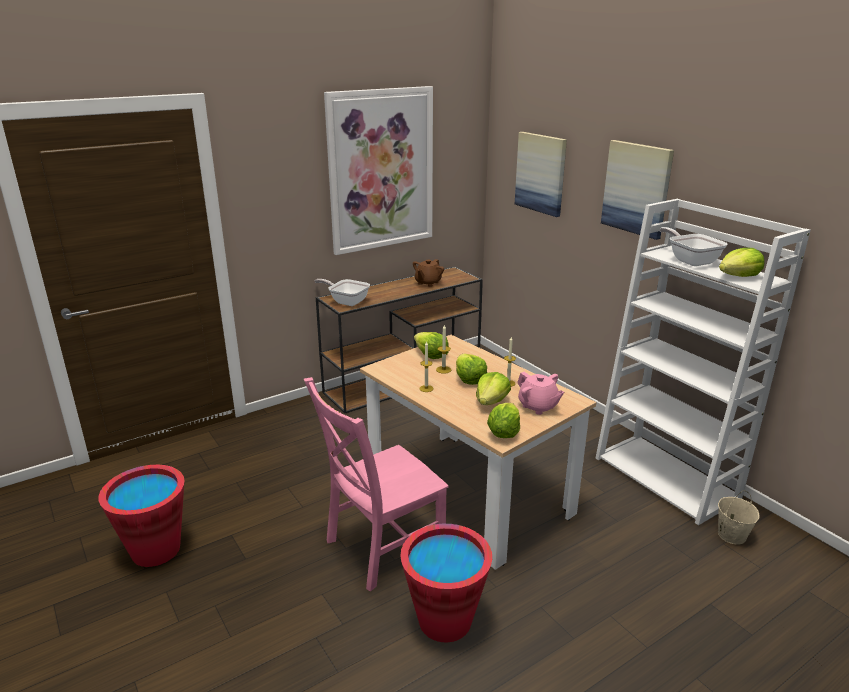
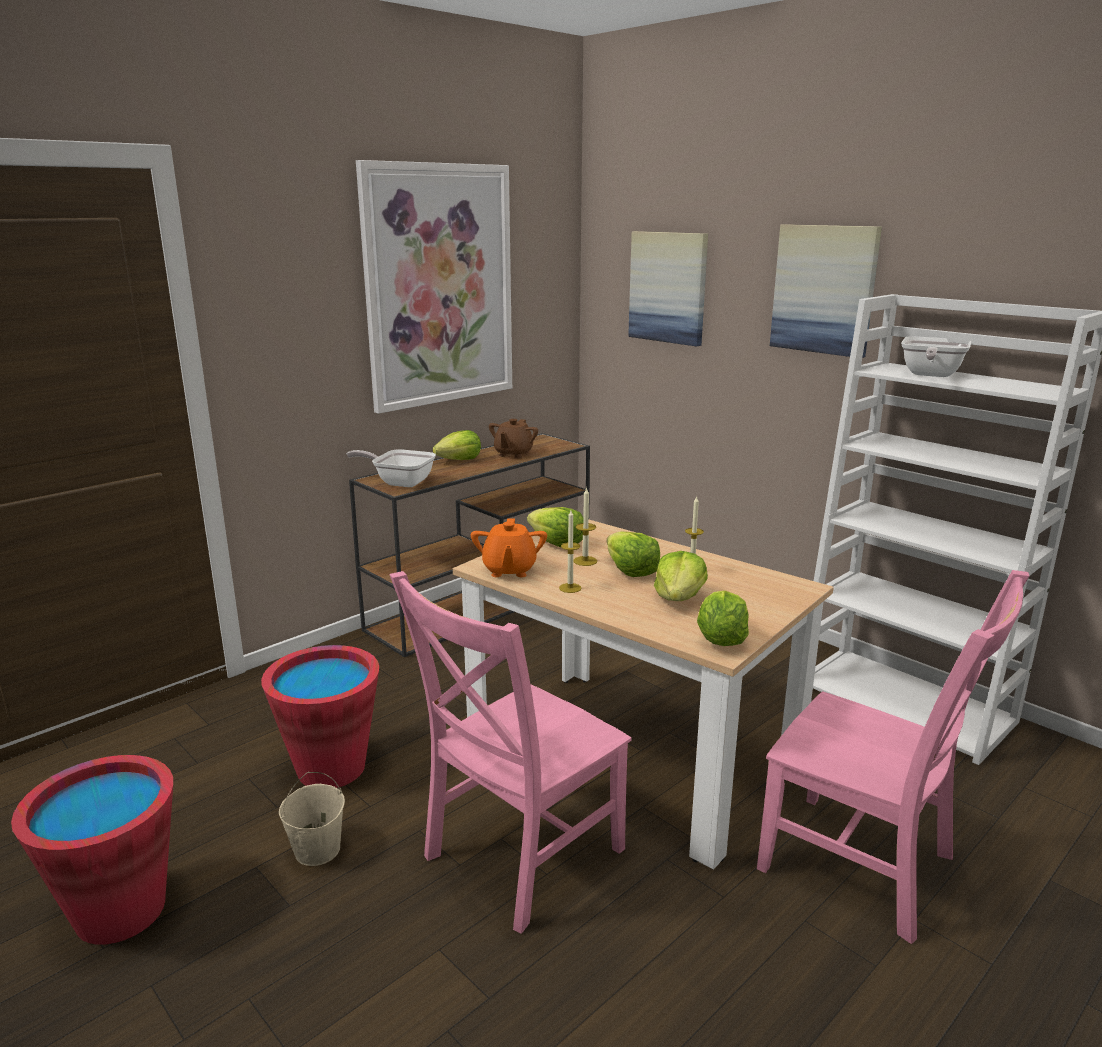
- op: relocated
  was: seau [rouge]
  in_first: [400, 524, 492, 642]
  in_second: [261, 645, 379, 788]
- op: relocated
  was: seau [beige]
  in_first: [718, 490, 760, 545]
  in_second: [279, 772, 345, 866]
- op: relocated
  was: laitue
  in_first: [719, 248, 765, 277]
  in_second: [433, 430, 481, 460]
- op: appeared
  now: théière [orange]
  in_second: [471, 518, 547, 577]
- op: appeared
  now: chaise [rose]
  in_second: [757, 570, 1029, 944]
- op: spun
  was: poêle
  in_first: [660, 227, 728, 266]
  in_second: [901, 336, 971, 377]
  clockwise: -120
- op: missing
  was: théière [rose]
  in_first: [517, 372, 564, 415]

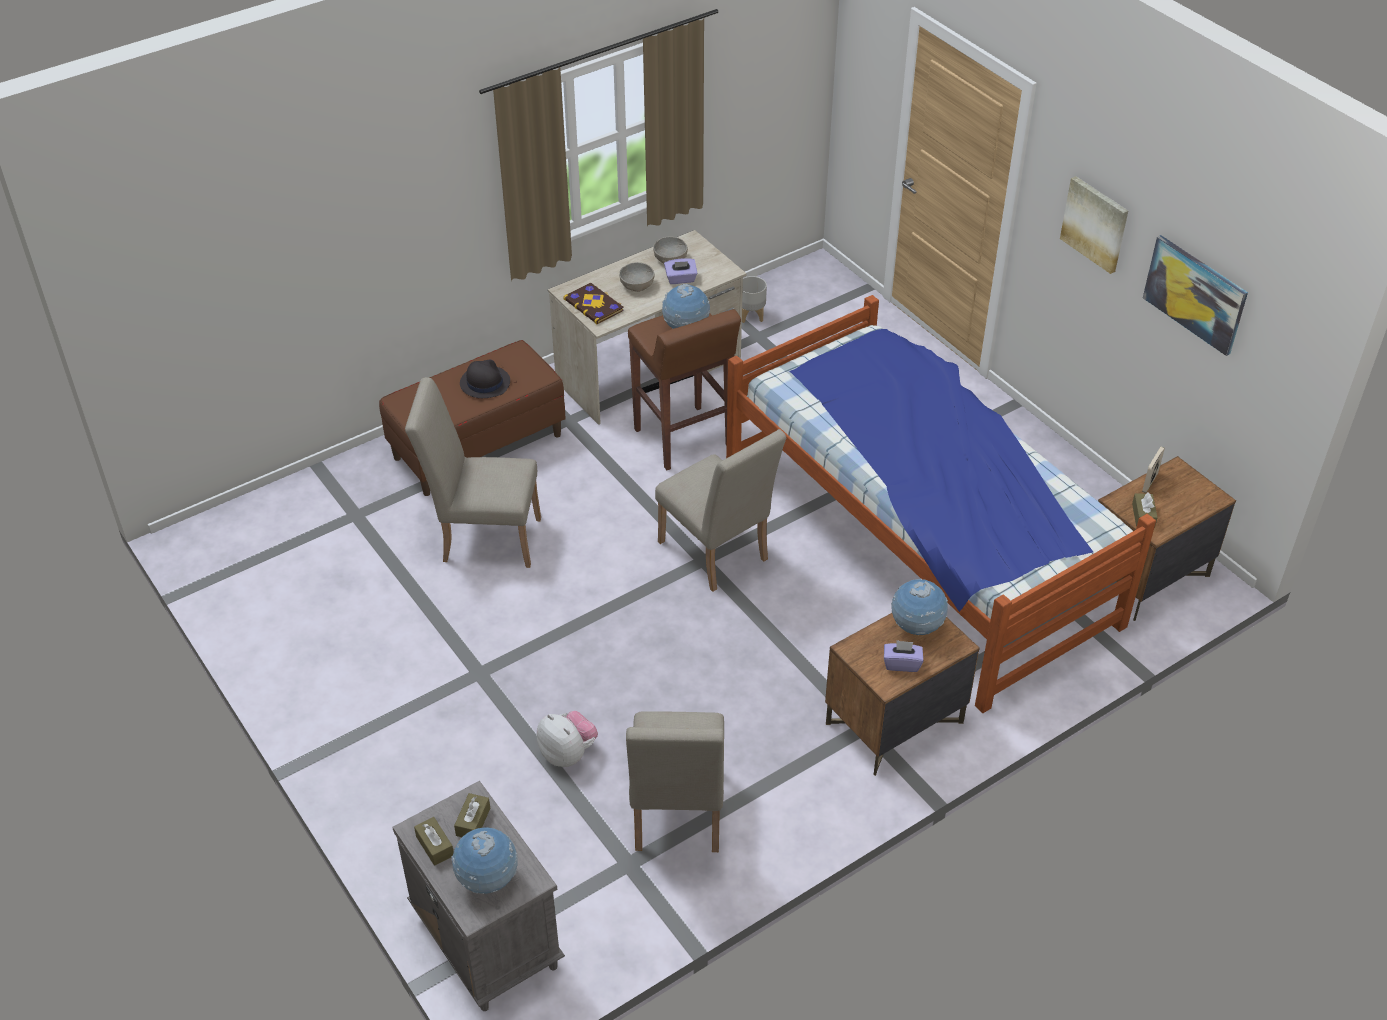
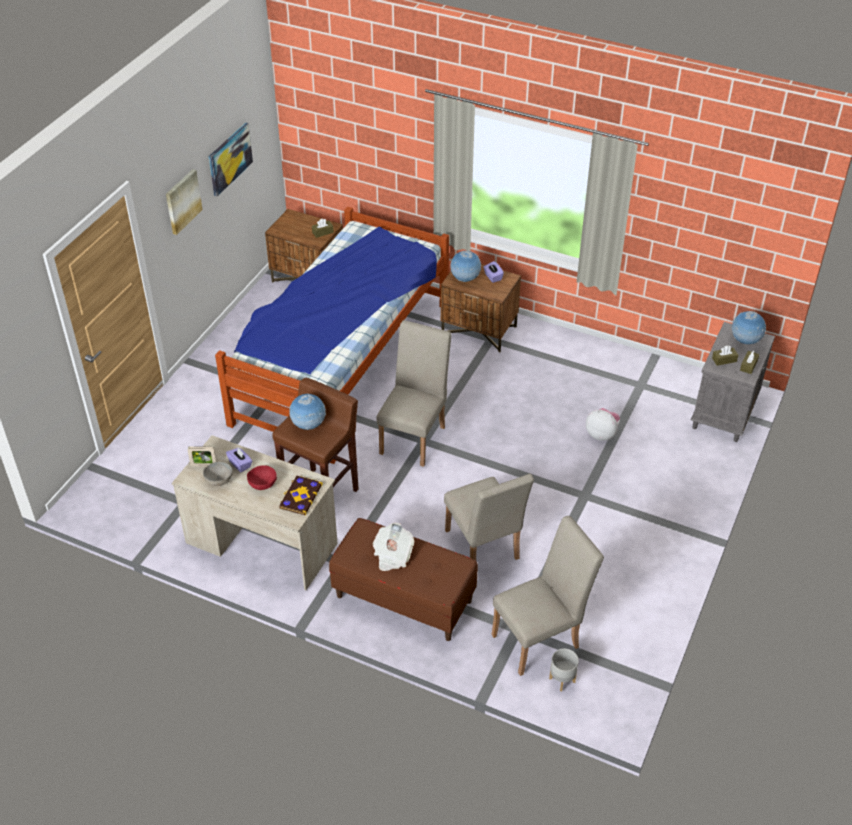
- op: relocated
  was: cadre photo
  in_first: [1142, 447, 1165, 493]
  in_second: [188, 446, 217, 467]
- op: colour
  was: bol [gris]
  now: bol [rouge]
  in_first: [619, 262, 655, 292]
  in_second: [247, 465, 277, 490]
- op: exchanged
  was: chapeau [noir]
  now: journal
  in_first: [460, 360, 510, 398]
  in_second: [372, 523, 414, 571]
- op: relocated
  was: chaise [beige]
  in_first: [626, 711, 724, 852]
  in_second: [492, 516, 604, 676]
- op: relocated
  was: cache-pot [gris]
  in_first: [742, 276, 767, 323]
  in_second: [549, 649, 579, 691]
- op: spun
  was: peluche
  in_first: [537, 711, 598, 767]
  in_second: [586, 408, 620, 441]
  clockwise: 105

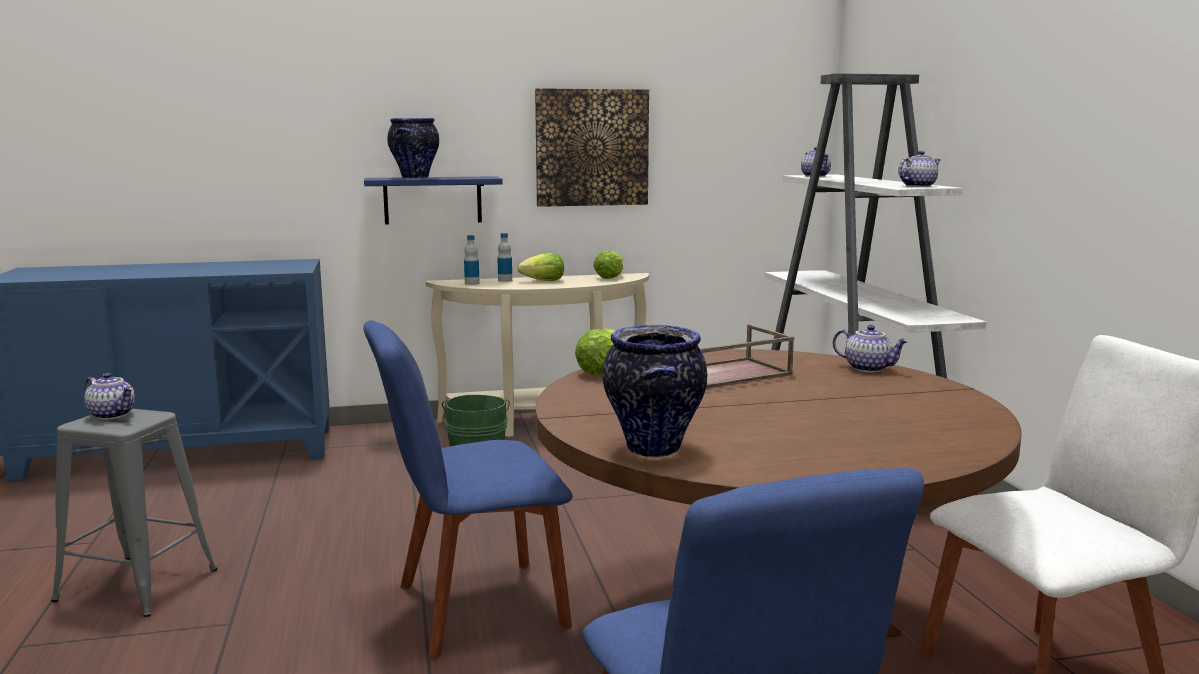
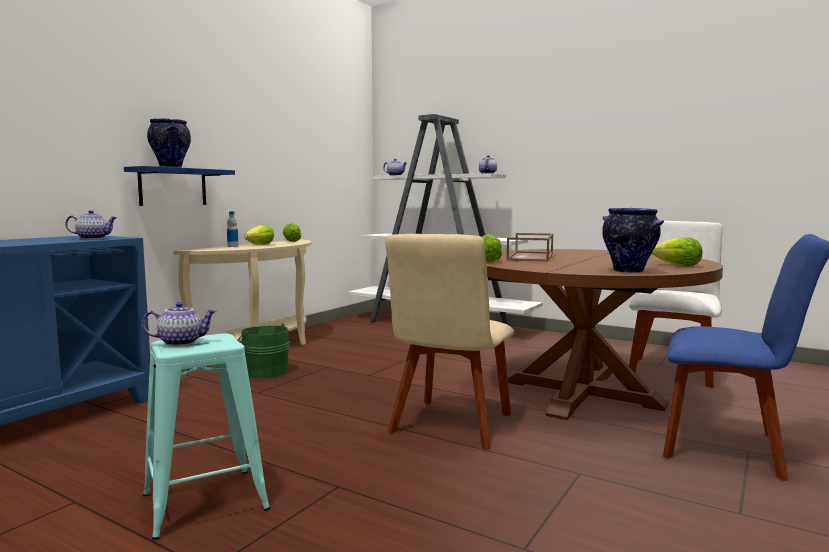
- op: relocated
  was: théière
  in_first: [833, 325, 909, 372]
  in_second: [65, 210, 117, 239]
- op: colour
  was: tabouret [gris]
  now: tabouret [turquoise]
  in_first: [51, 409, 217, 617]
  in_second: [143, 333, 270, 540]
- op: colour
  was: chaise [bleu]
  now: chaise [beige]
  in_first: [363, 320, 573, 660]
  in_second: [385, 234, 514, 450]
- op: appeared
  now: laitue
  in_second: [652, 237, 702, 267]
- op: missing
  was: bouteille
  in_first: [464, 235, 480, 285]
- op: missing
  was: tableau
  in_first: [535, 88, 649, 207]

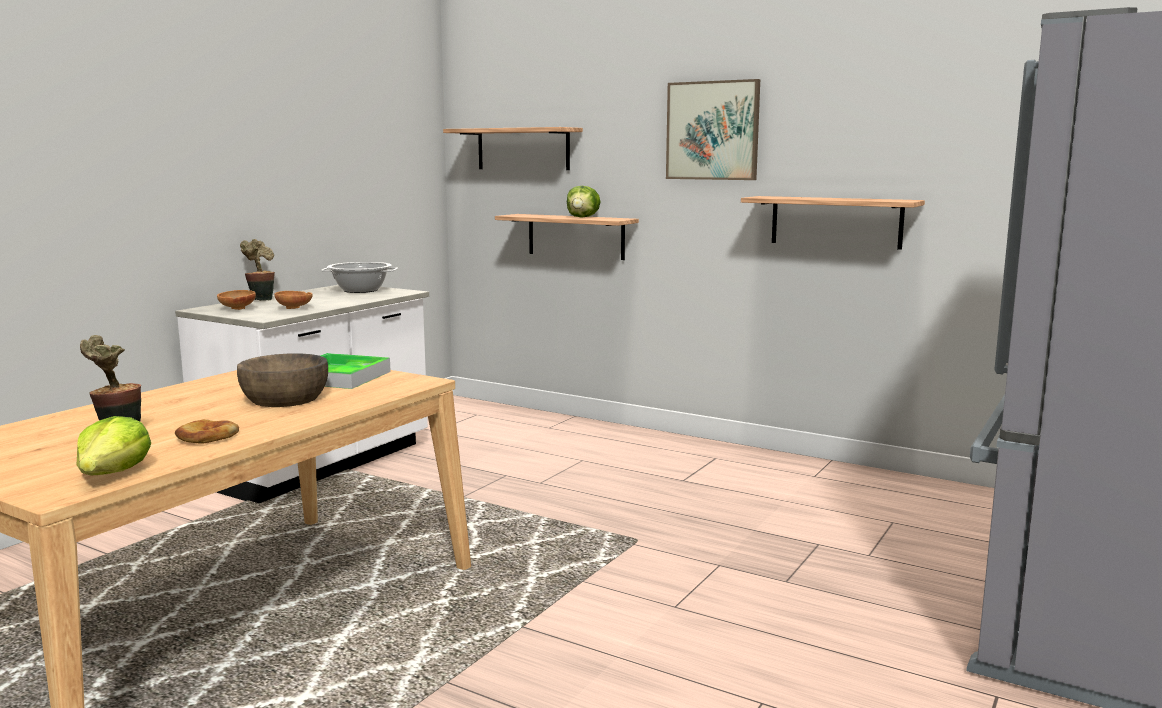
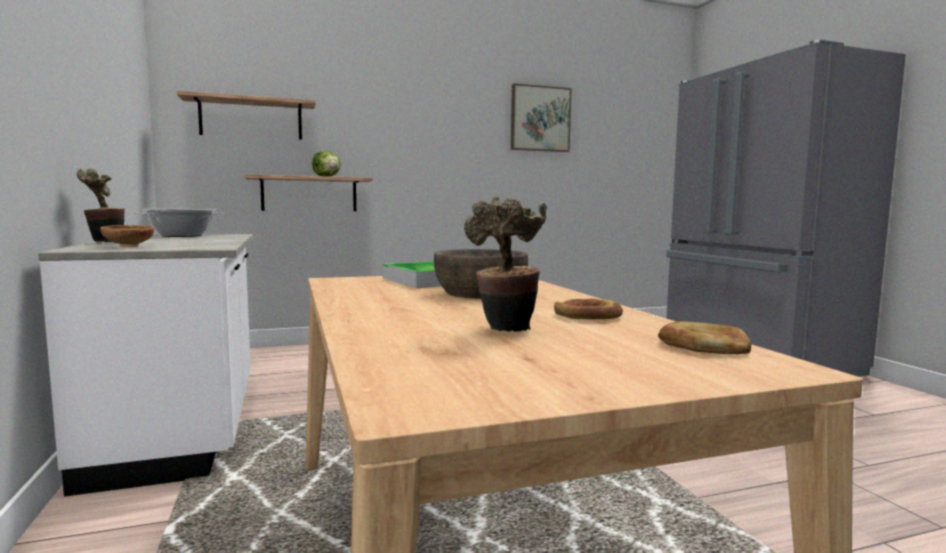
- op: relocated
  was: tableau
  in_first: [666, 79, 760, 180]
  in_second: [511, 83, 572, 152]
- op: exchanged
  was: laitue
  now: pain
  in_first: [77, 416, 151, 476]
  in_second: [658, 321, 751, 354]
- op: missing
  was: bol [marron]
  in_first: [275, 291, 313, 309]
- op: missing
  was: étagère
  in_first: [741, 196, 925, 250]

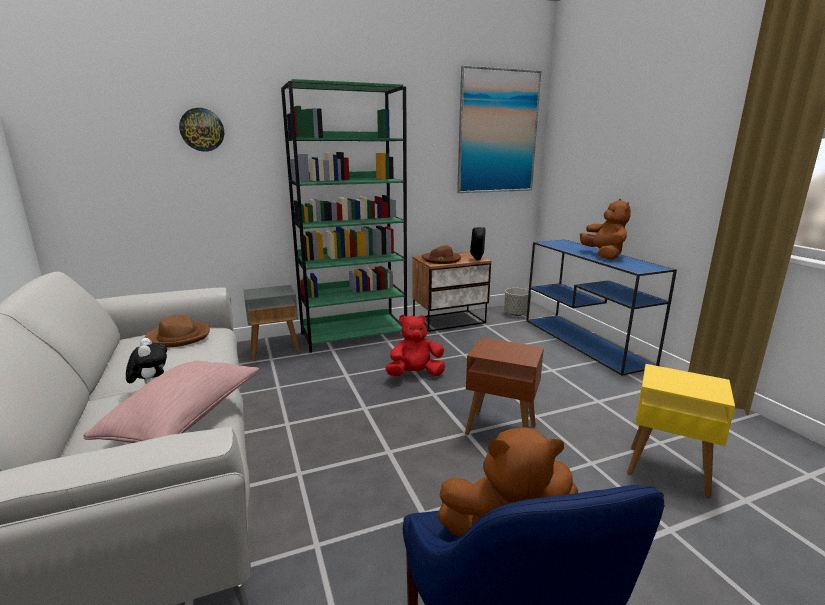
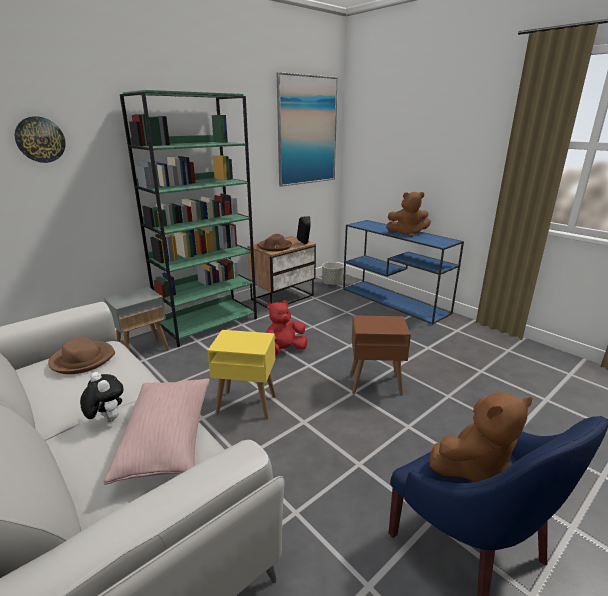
- op: relocated
  was: table d'appoint [jaune]
  in_first: [627, 364, 735, 498]
  in_second: [207, 330, 276, 419]
- op: spun
  was: peluche [marron]
  in_first: [580, 199, 631, 259]
  in_second: [386, 192, 431, 237]
  clockwise: 120

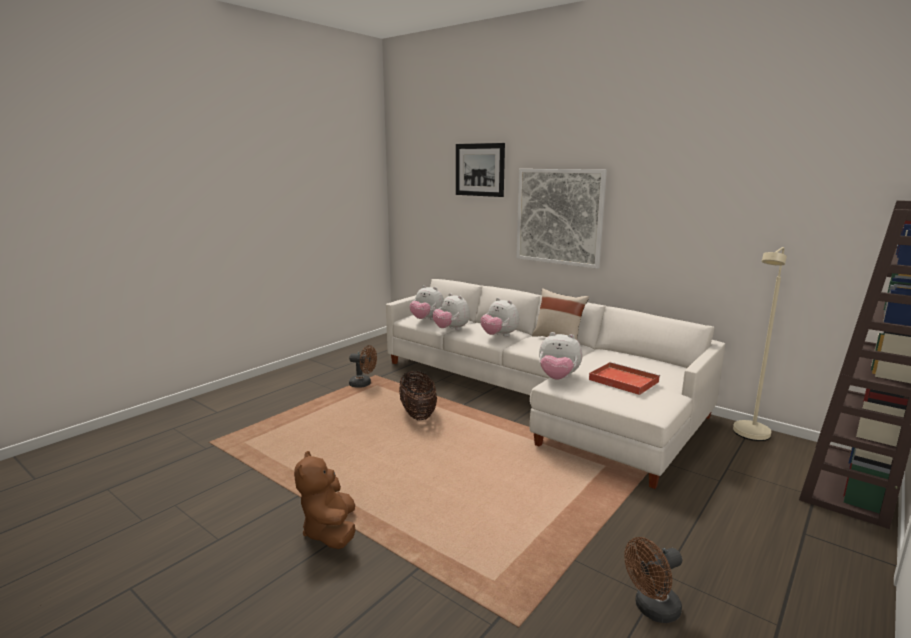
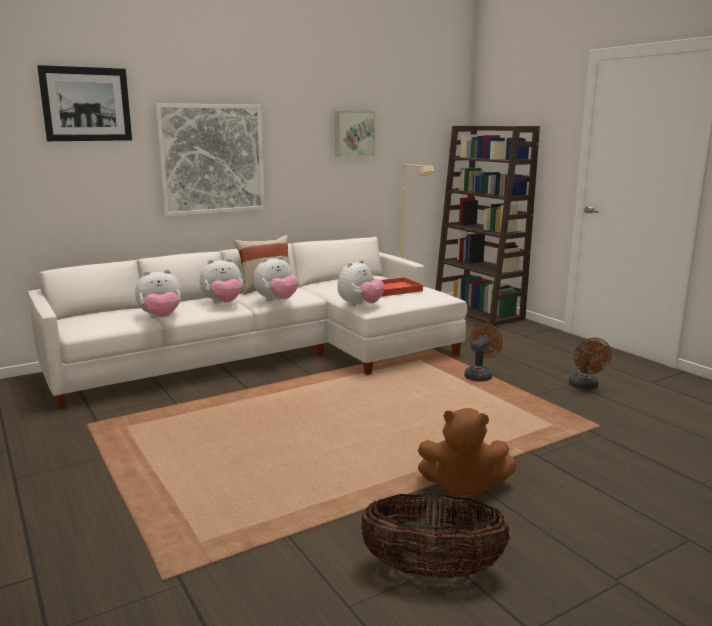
- op: relocated
  was: peluche
  in_first: [410, 285, 444, 320]
  in_second: [253, 256, 299, 301]
- op: appeared
  now: tableau
  in_second: [335, 111, 375, 157]
- op: relocated
  was: panier
  in_first: [399, 371, 437, 420]
  in_second: [359, 494, 510, 578]
- op: relocated
  was: ventilateur [marron]
  in_first: [349, 345, 377, 388]
  in_second: [464, 324, 503, 382]

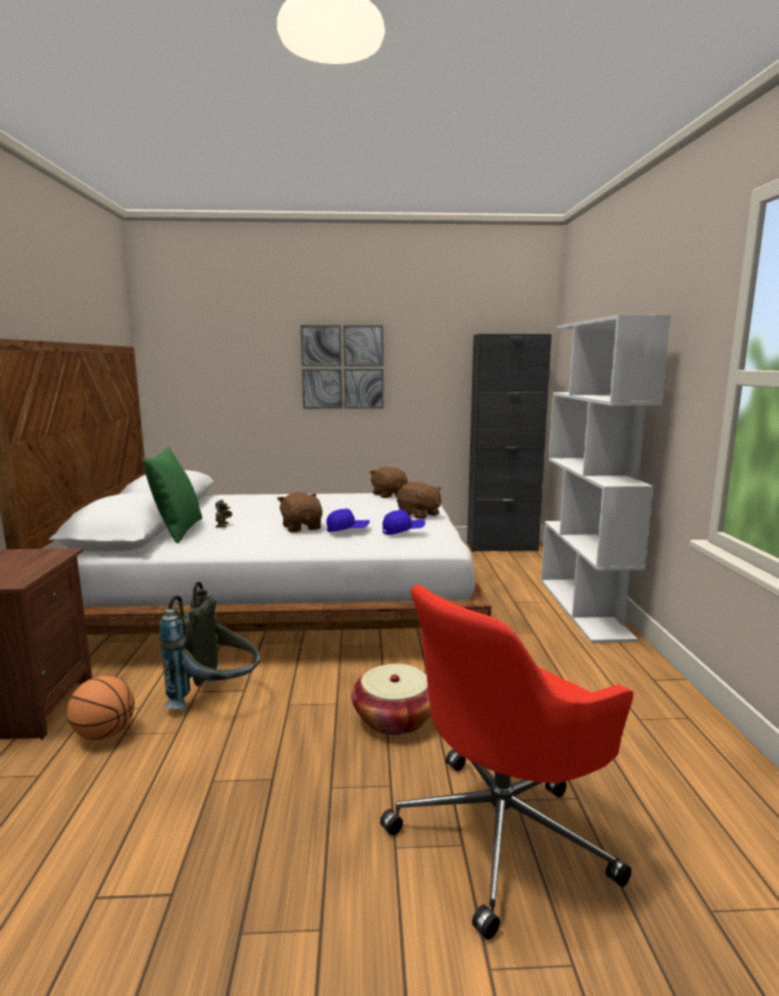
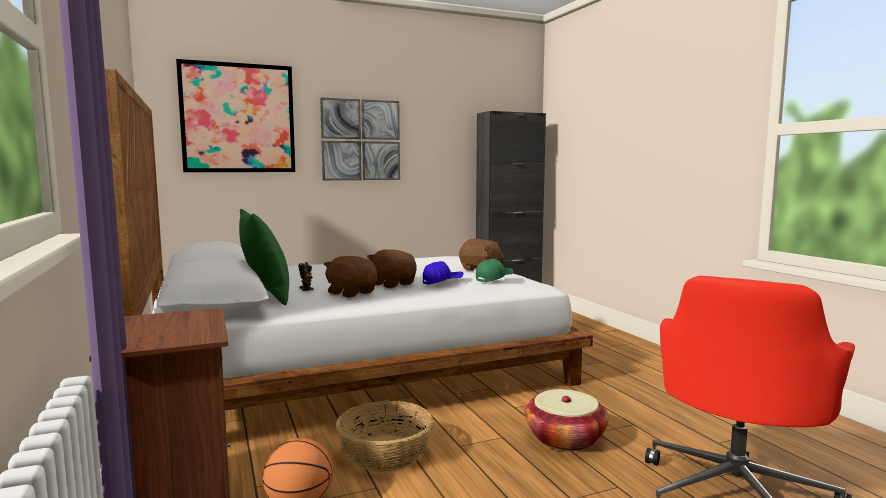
- op: appeared
  now: tableau
  in_second: [176, 59, 295, 172]
- op: relocated
  was: peluche [marron]
  in_first: [369, 467, 408, 498]
  in_second: [324, 256, 377, 297]
- op: exchanged
  was: sac à dos [gris]
  now: panier
  in_first: [159, 582, 261, 709]
  in_second: [336, 400, 433, 472]
- op: colour
  was: casquette [bleu]
  now: casquette [vert]
  in_first: [383, 510, 425, 535]
  in_second: [476, 259, 513, 282]
- op: missing
  was: bibliothèque [blanc]
  in_first: [541, 315, 671, 643]

